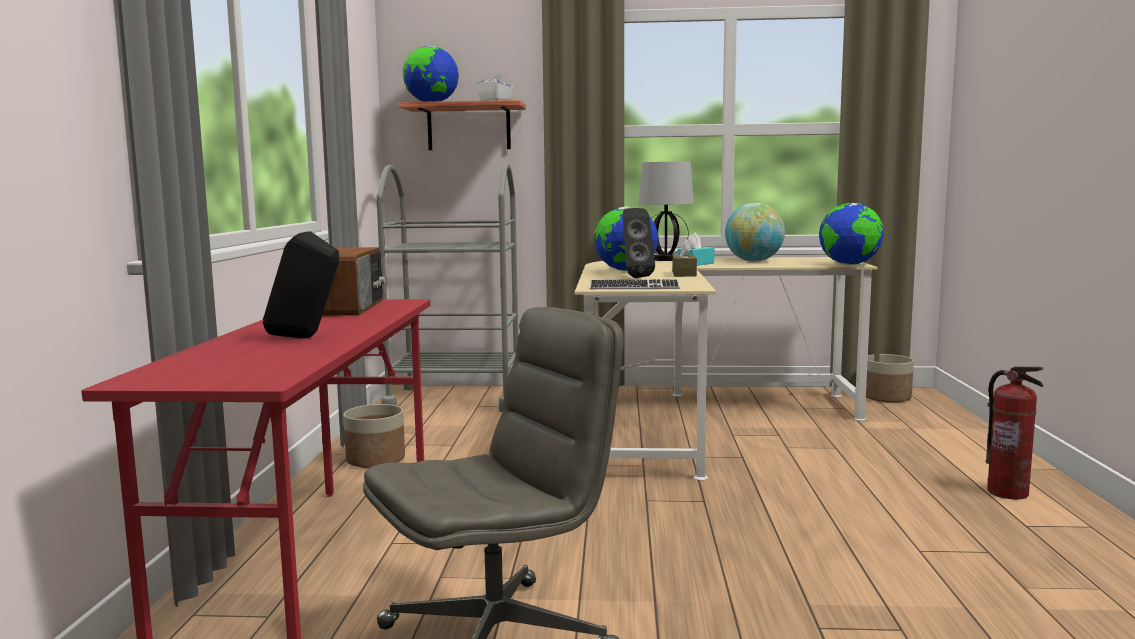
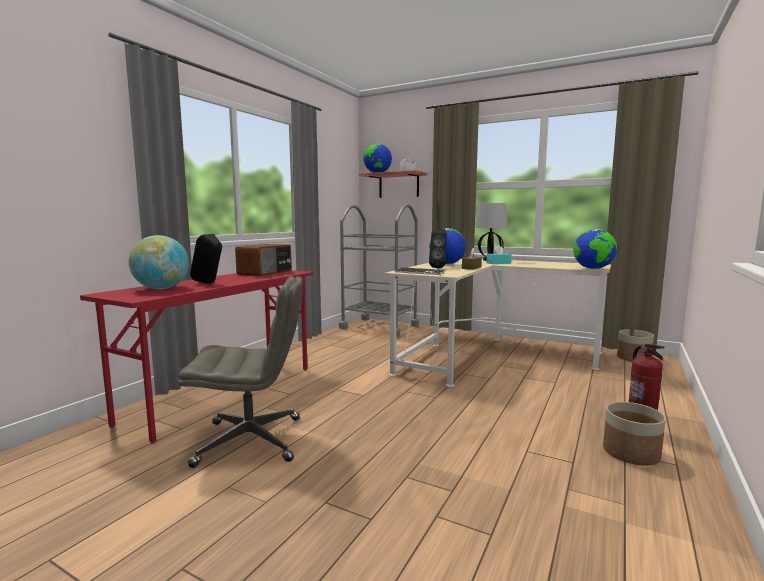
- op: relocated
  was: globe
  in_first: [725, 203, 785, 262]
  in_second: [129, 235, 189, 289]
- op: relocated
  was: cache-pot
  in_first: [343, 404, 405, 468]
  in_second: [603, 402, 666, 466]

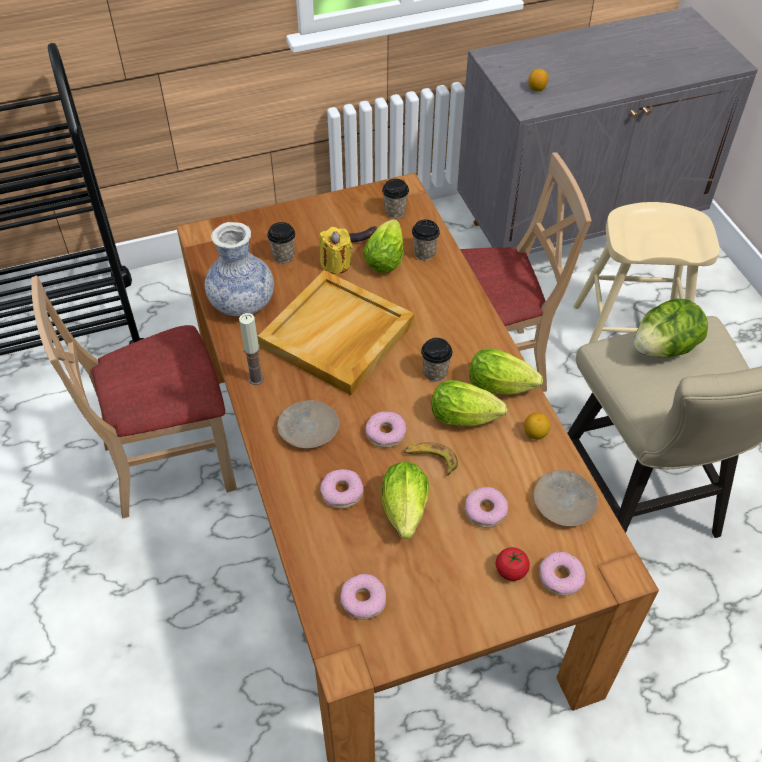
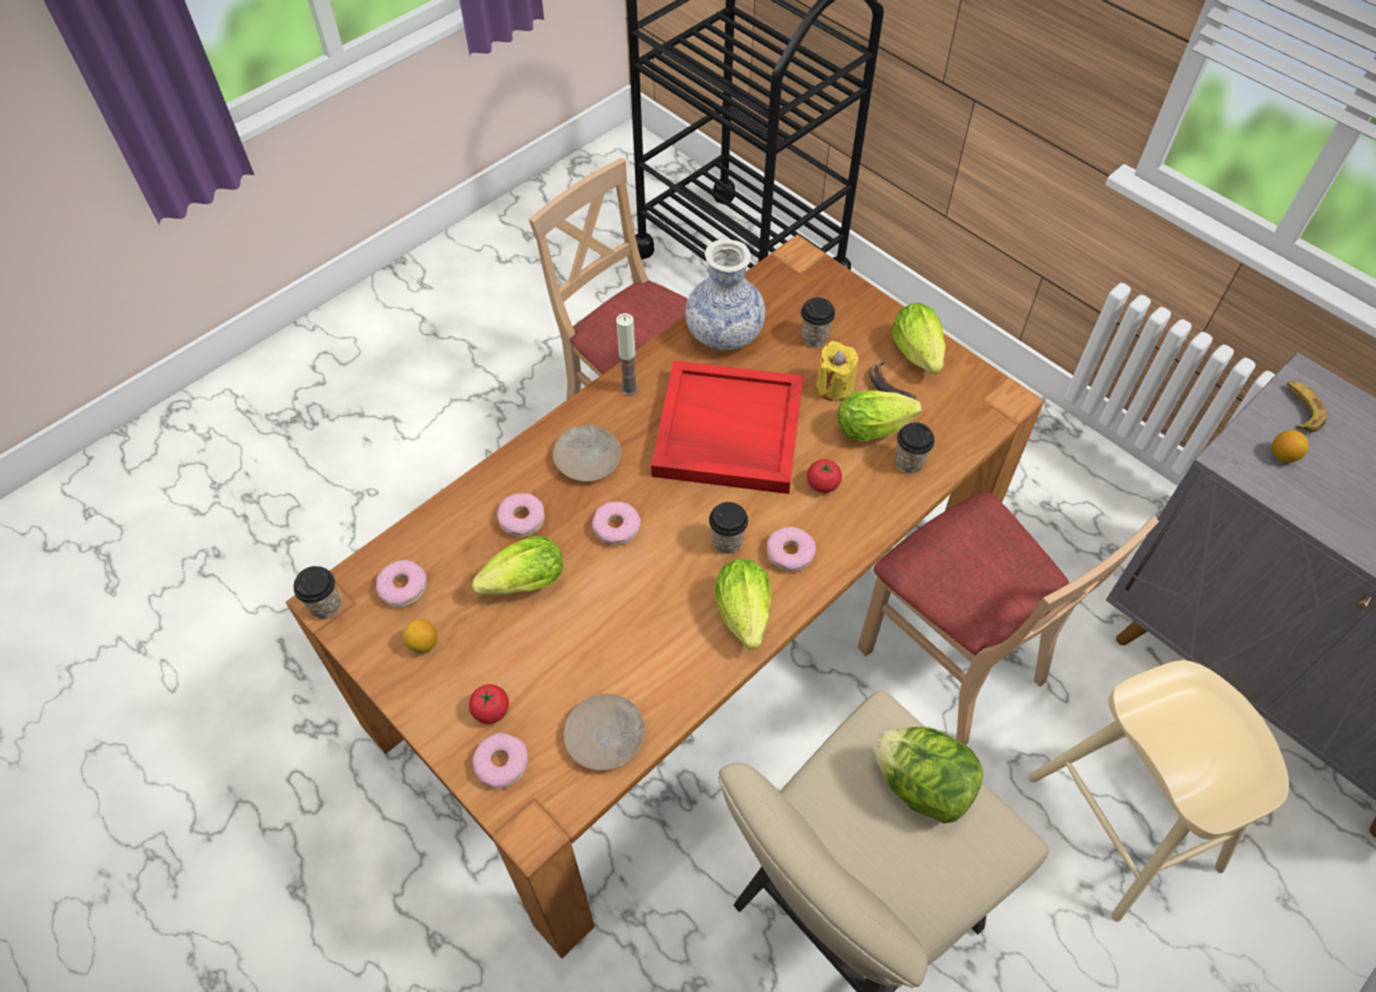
- op: relocated
  was: tasse
  in_first: [382, 179, 409, 219]
  in_second: [294, 566, 341, 619]
- op: relocated
  was: citron
  in_first: [524, 413, 551, 440]
  in_second: [403, 619, 437, 653]
- op: colour
  was: plateau [beige]
  now: plateau [rouge]
  in_first: [258, 270, 414, 395]
  in_second: [651, 360, 804, 494]
- op: relocated
  was: beignet
  in_first: [465, 487, 508, 528]
  in_second: [767, 527, 816, 572]
- op: appeared
  now: tomate
  in_second: [807, 459, 842, 493]
- op: relocated
  was: laitue
  in_first: [432, 380, 507, 426]
  in_second: [892, 303, 946, 374]
- op: relocated
  was: banane
  in_first: [404, 442, 458, 476]
  in_second: [1287, 381, 1327, 432]

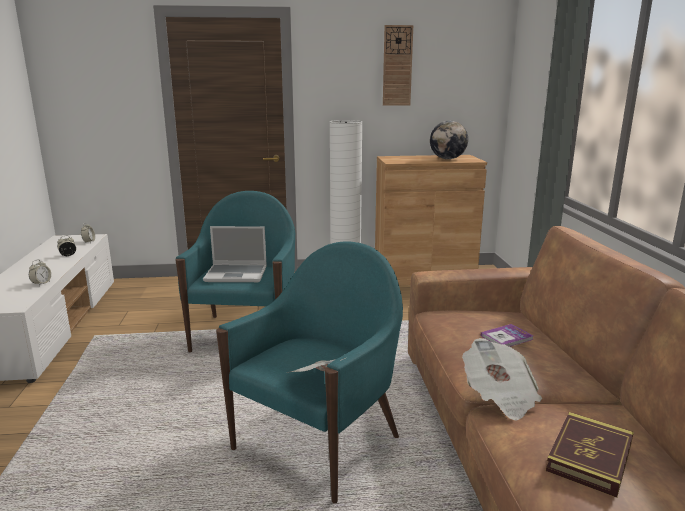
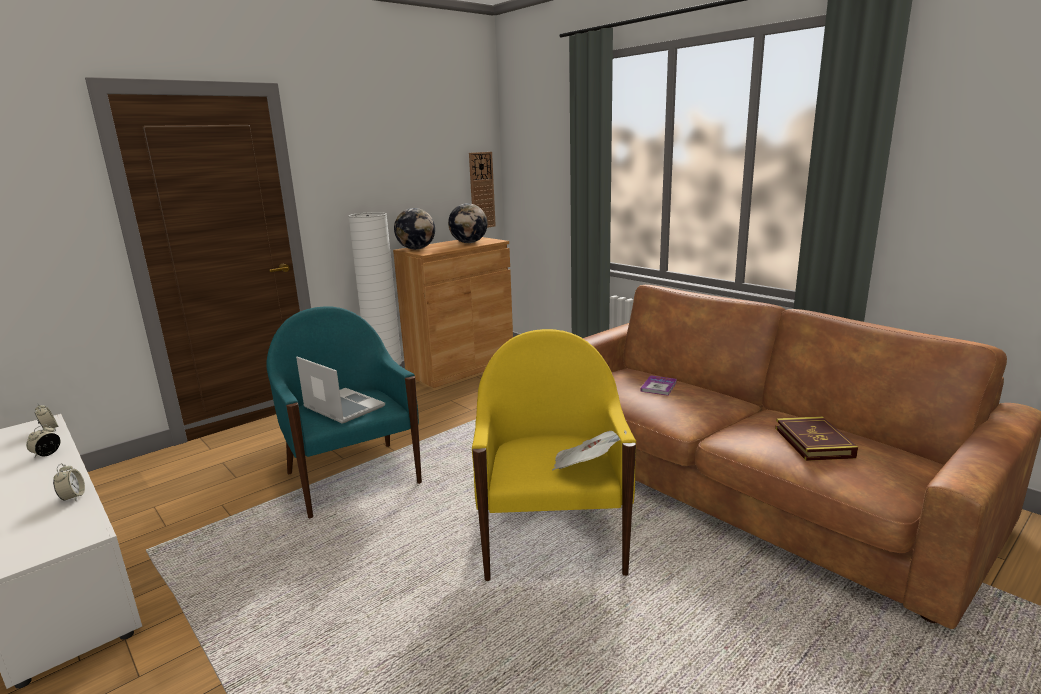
- op: spun
  was: ordinateur portable
  in_first: [203, 226, 267, 282]
  in_second: [296, 357, 385, 424]
  clockwise: -105
- op: appeared
  now: globe
  in_second: [394, 208, 435, 250]
- op: relocated
  was: horloge murale
  in_first: [383, 25, 413, 106]
  in_second: [469, 152, 496, 228]
- op: colour
  was: fauteuil [turquoise]
  now: fauteuil [jaune]
  in_first: [216, 241, 403, 504]
  in_second: [472, 329, 636, 581]
- op: missing
  was: journal
  in_first: [462, 338, 542, 421]

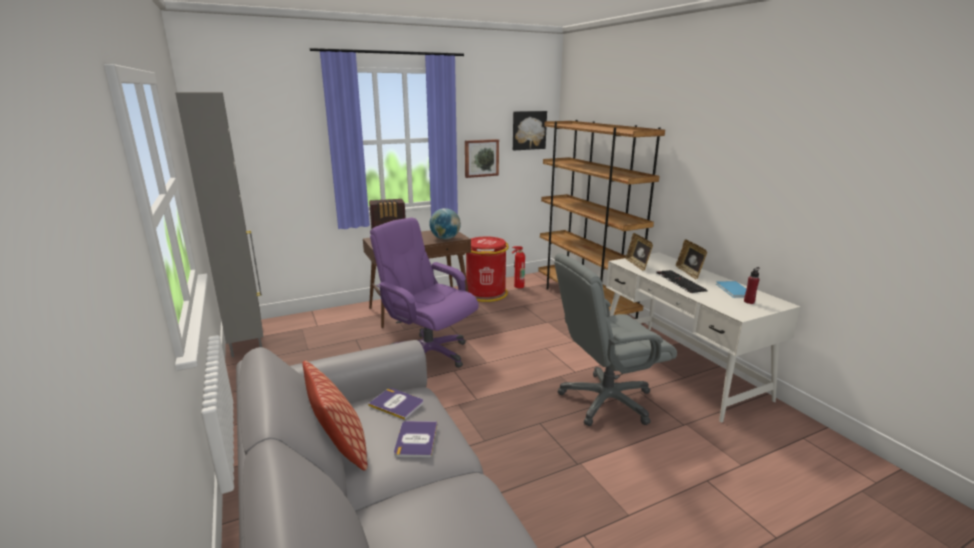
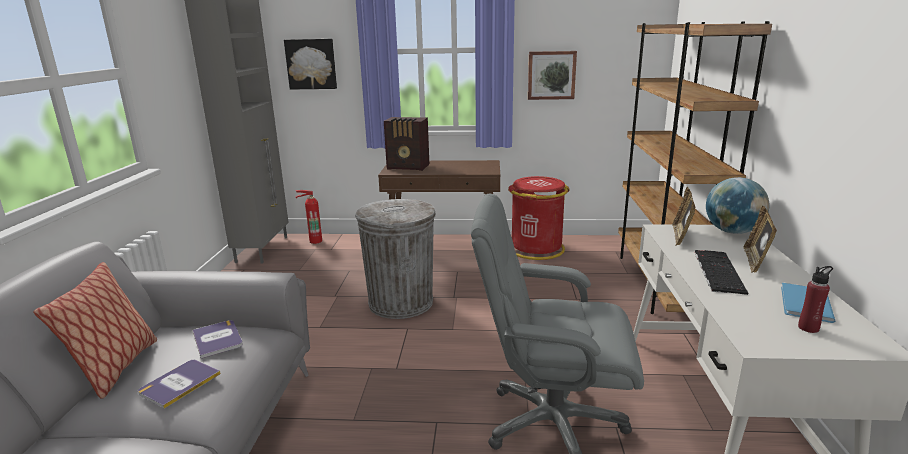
- op: relocated
  was: tableau
  in_first: [513, 111, 547, 150]
  in_second: [284, 39, 337, 90]
- op: relocated
  was: extincteur
  in_first: [512, 246, 525, 288]
  in_second: [296, 190, 322, 244]
- op: exchanged
  was: chaise de bureau [violet]
  now: poubelle [gris]
  in_first: [370, 218, 479, 368]
  in_second: [355, 199, 436, 319]
- op: relocated
  was: globe
  in_first: [429, 208, 461, 240]
  in_second: [706, 177, 770, 234]

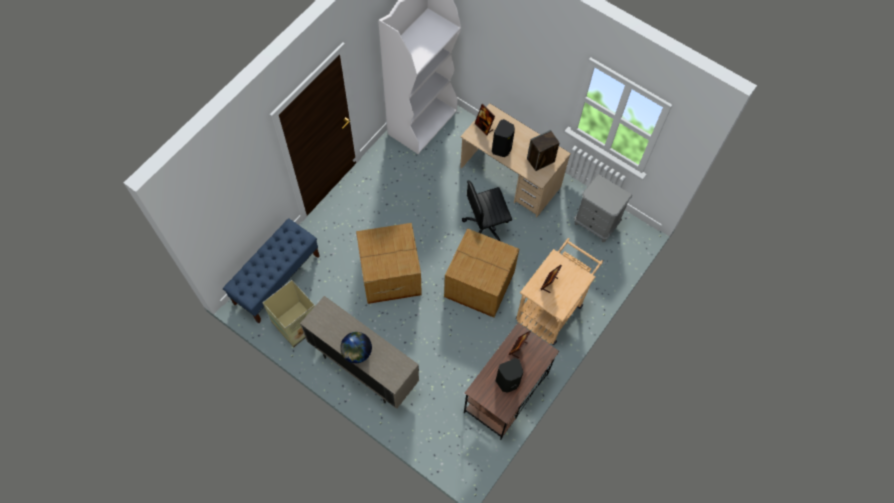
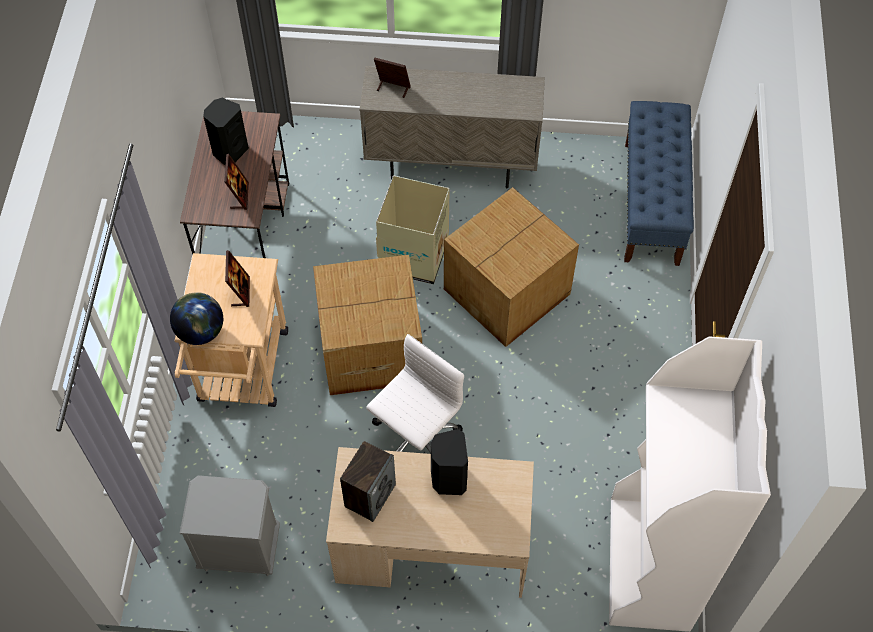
- op: relocated
  was: globe
  in_first: [340, 332, 372, 363]
  in_second: [170, 292, 223, 345]
- op: colour
  was: chaise de bureau [noir]
  now: chaise de bureau [blanc]
  in_first: [462, 181, 512, 241]
  in_second: [366, 334, 464, 453]
- op: relocated
  was: cadre photo
  in_first: [475, 104, 495, 136]
  in_second: [374, 58, 411, 98]
- op: relocated
  was: carton
  in_first: [263, 280, 315, 347]
  in_second: [376, 175, 450, 284]

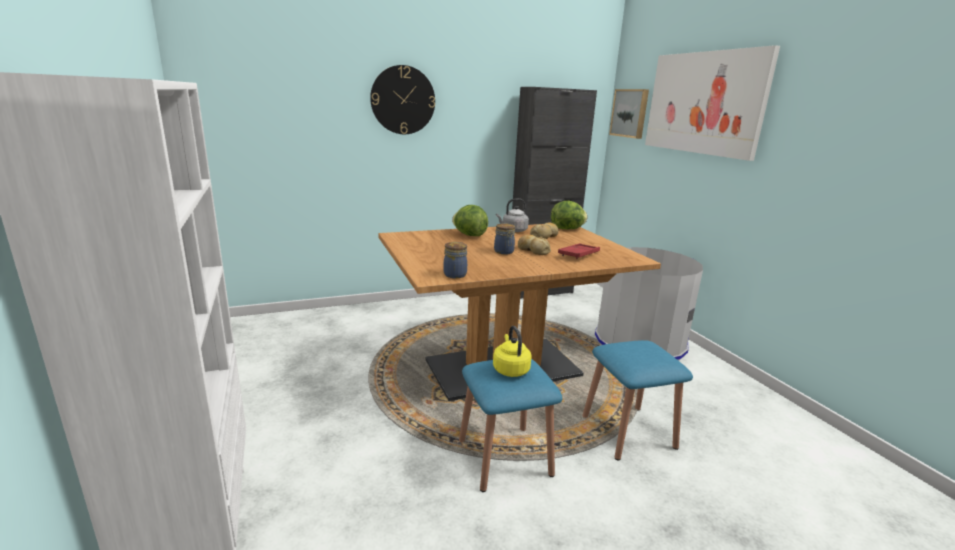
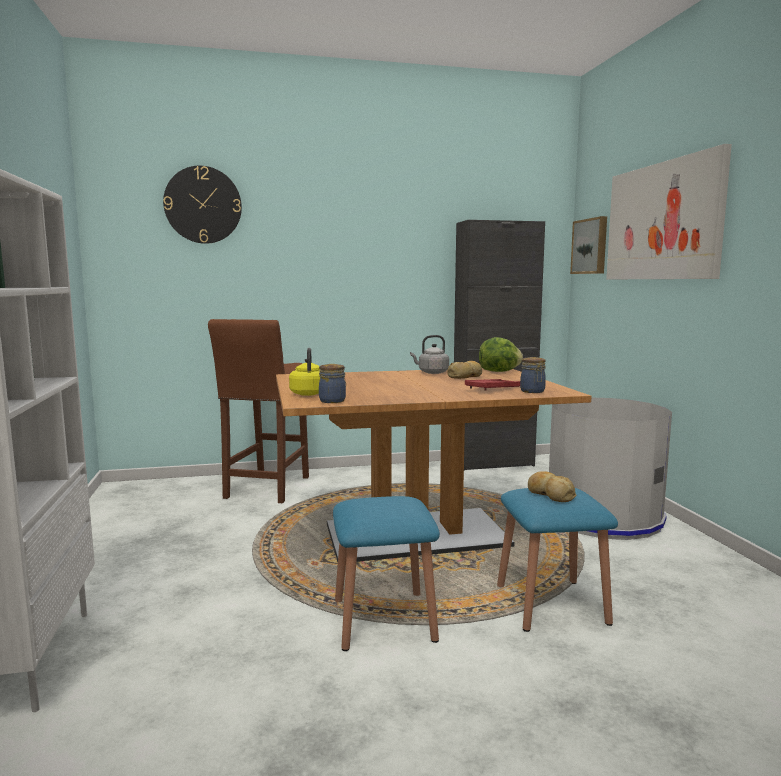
- op: relocated
  was: horloge murale
  in_first: [370, 65, 435, 134]
  in_second: [163, 166, 242, 244]
- op: appeared
  now: tabouret [marron]
  in_second: [208, 319, 309, 503]
- op: relocated
  was: bouilloire [jaune]
  in_first: [493, 326, 532, 377]
  in_second: [289, 348, 320, 396]
- op: relocated
  was: bocal
  in_first: [494, 223, 515, 254]
  in_second: [520, 357, 546, 393]
- op: relocated
  was: pain
  in_first: [518, 235, 551, 255]
  in_second: [528, 471, 577, 502]
- op: missing
  was: laitue
  in_first: [452, 205, 488, 236]

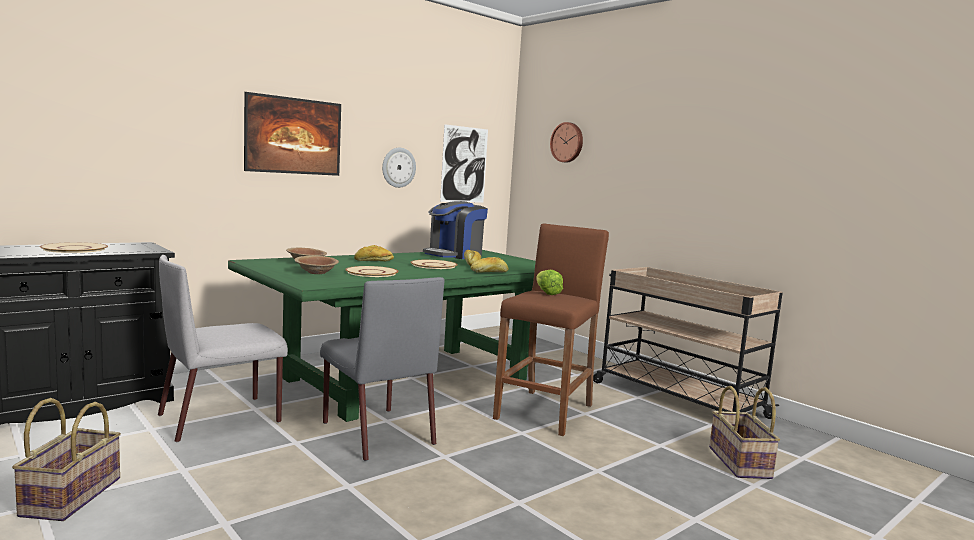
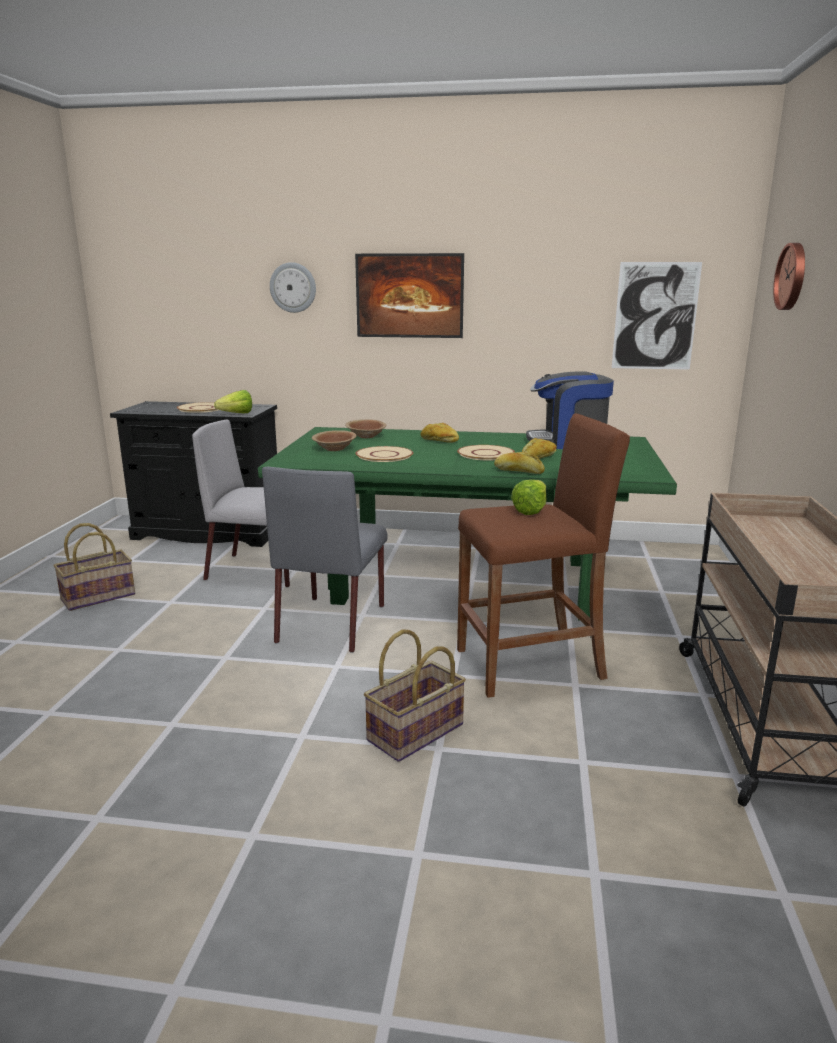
- op: appeared
  now: laitue
  in_second: [214, 390, 252, 414]
- op: relocated
  was: horloge murale
  in_first: [382, 148, 416, 188]
  in_second: [270, 262, 316, 313]
- op: relocated
  was: panier
  in_first: [709, 386, 780, 479]
  in_second: [364, 630, 466, 762]

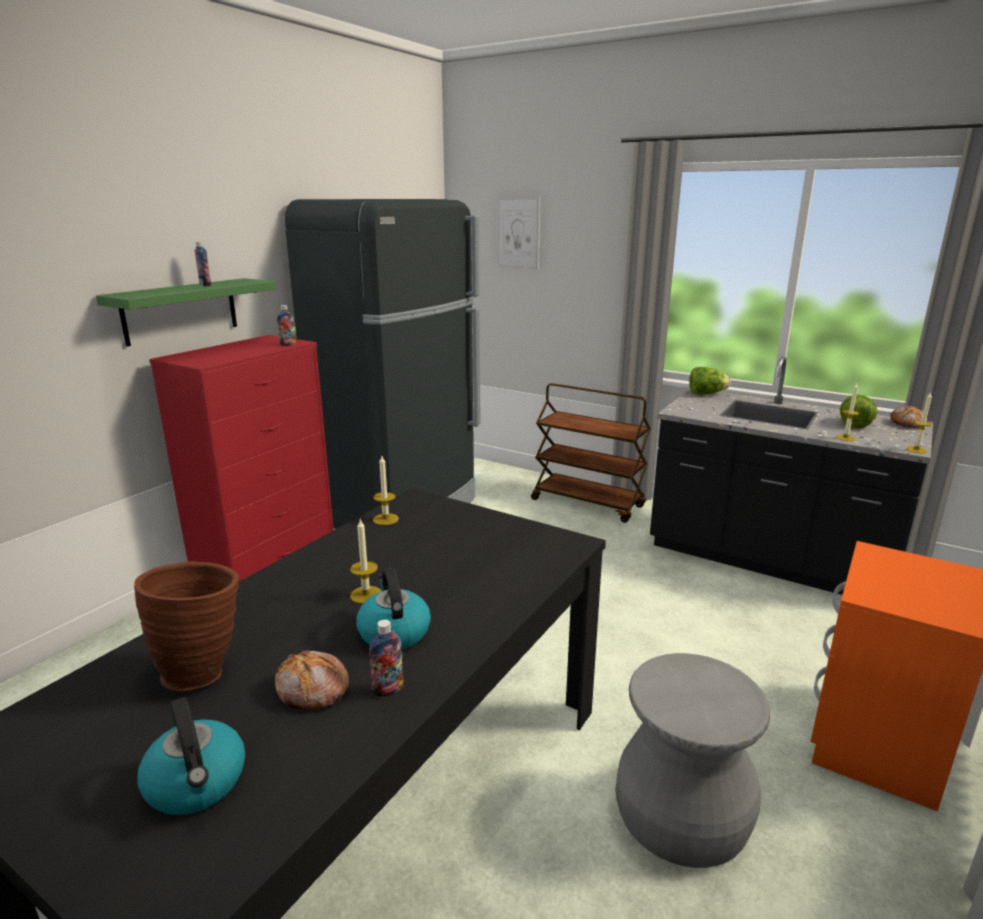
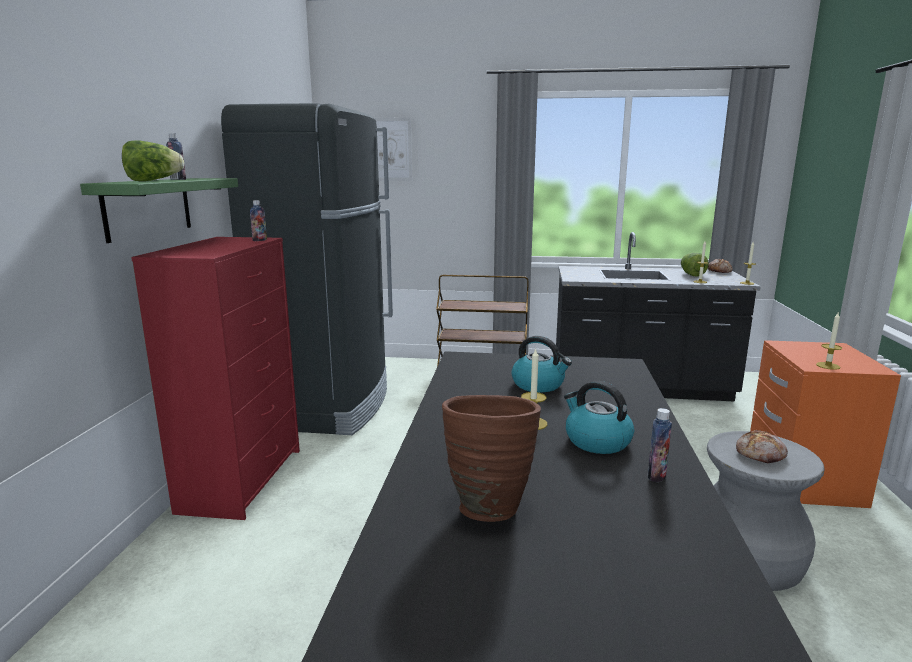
- op: relocated
  was: laitue
  in_first: [689, 367, 731, 395]
  in_second: [122, 141, 184, 181]
- op: relocated
  was: bouilloire
  in_first: [137, 697, 245, 815]
  in_second: [511, 336, 572, 392]
- op: relocated
  was: pain
  in_first: [275, 650, 349, 710]
  in_second: [736, 430, 788, 463]
- op: relocated
  was: bougie
  in_first: [373, 456, 399, 525]
  in_second: [816, 313, 842, 370]

